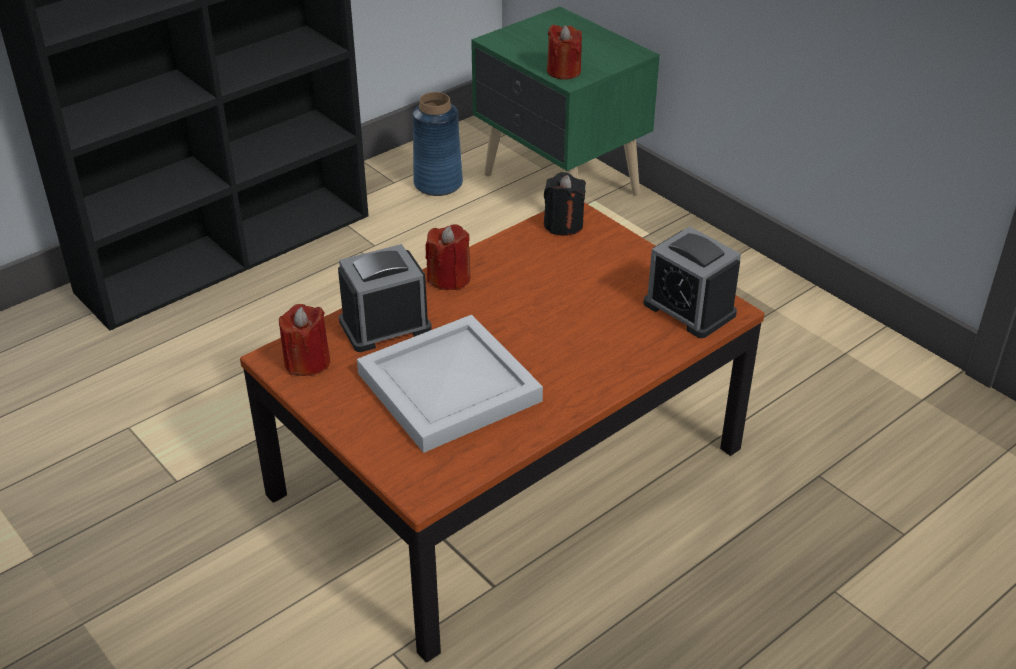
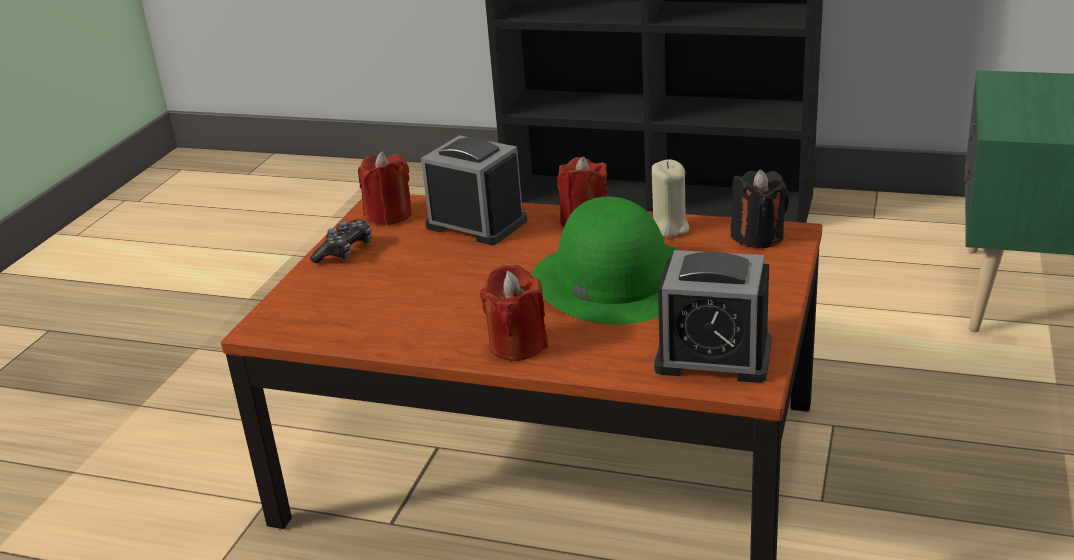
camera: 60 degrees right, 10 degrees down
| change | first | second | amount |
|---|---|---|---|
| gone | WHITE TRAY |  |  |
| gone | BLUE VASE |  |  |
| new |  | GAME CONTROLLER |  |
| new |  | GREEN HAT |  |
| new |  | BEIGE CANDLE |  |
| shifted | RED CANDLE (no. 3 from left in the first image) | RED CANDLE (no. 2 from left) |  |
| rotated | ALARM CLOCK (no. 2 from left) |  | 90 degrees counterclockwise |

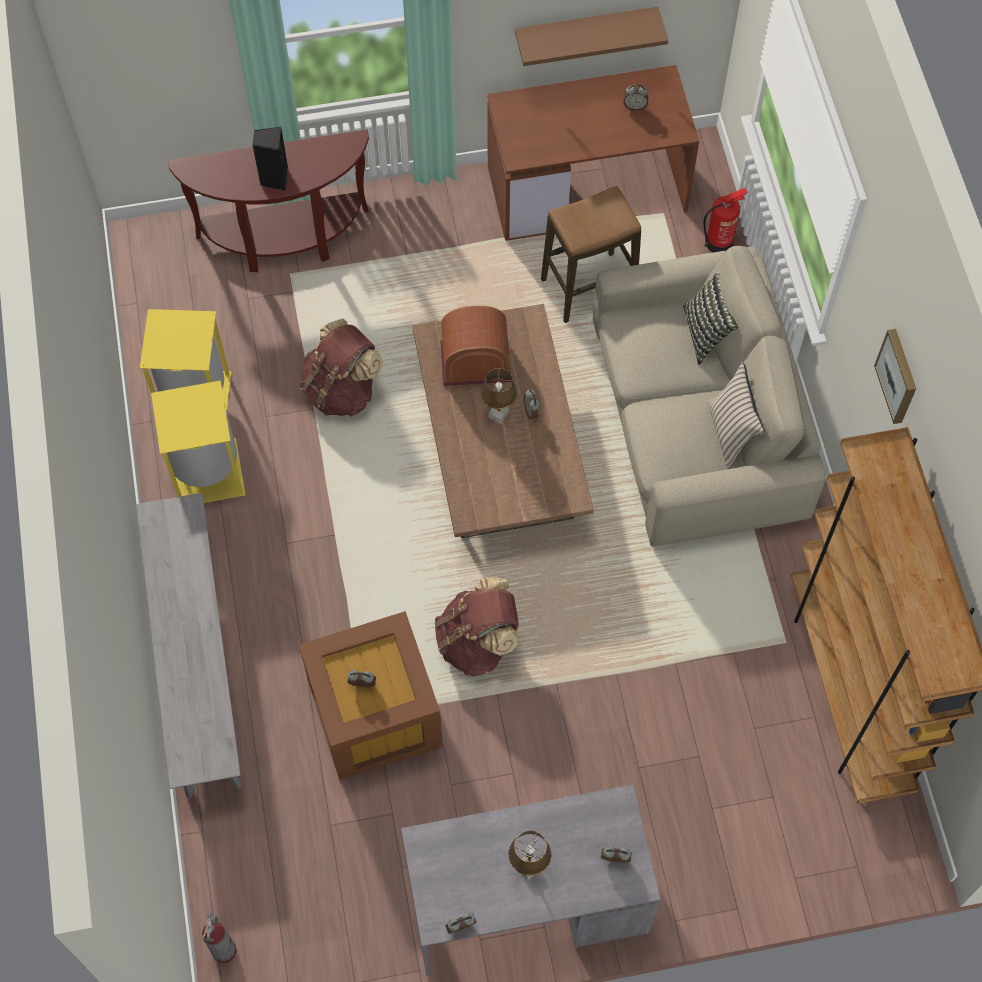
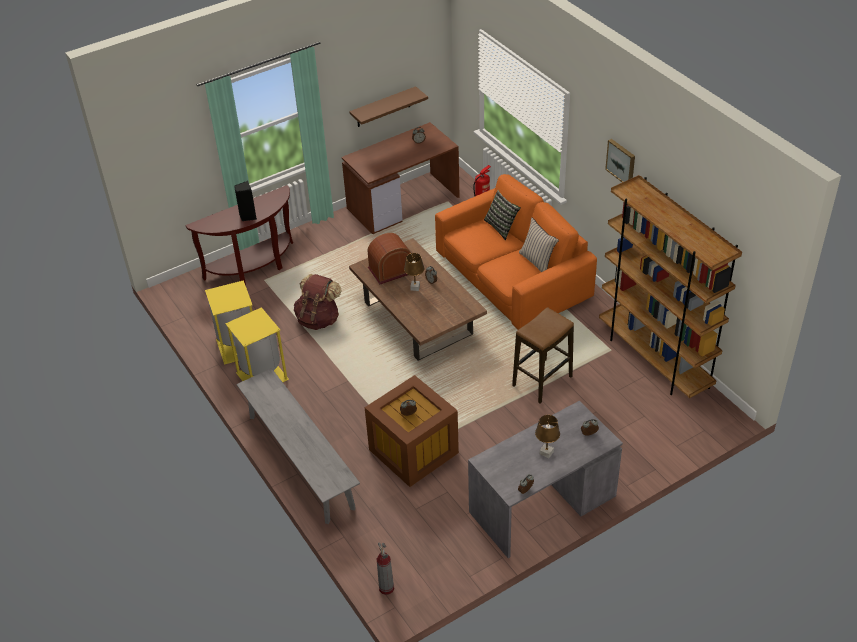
camera: 20 degrees left, 20 degrees down
| change | first | second | amount |
|---|---|---|---|
| gone | BROWN BACKPACK (no. 2 from left) |  |  |
| shifted | STOOL |  |  |
| repainted | BEIGE SOFA | ORANGE SOFA |  |

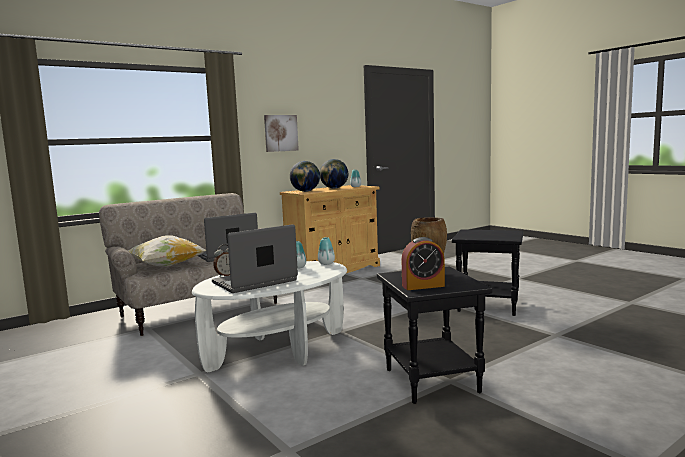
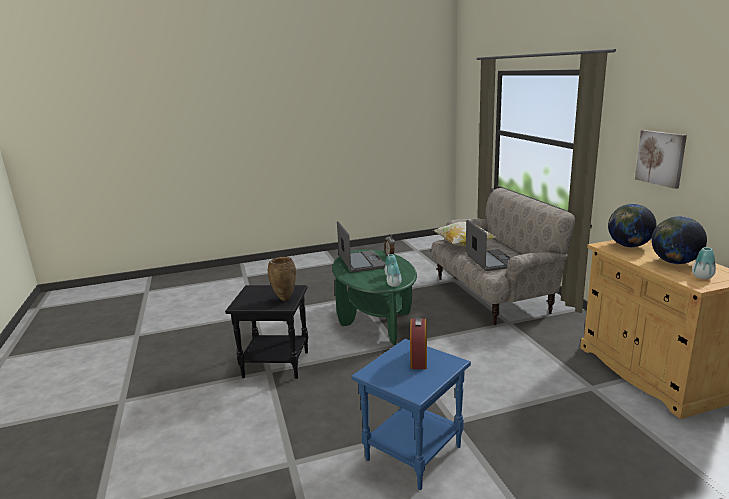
camera: 110 degrees right, 10 degrees up
| change | first | second | amount |
|---|---|---|---|
| shifted | ALARM CLOCK (no. 2 from left) |  |  |
| repainted | WHITE COFFEE TABLE | GREEN COFFEE TABLE |  |
| repainted | BLACK SIDE TABLE (no. 2 from left) | BLUE SIDE TABLE |  |

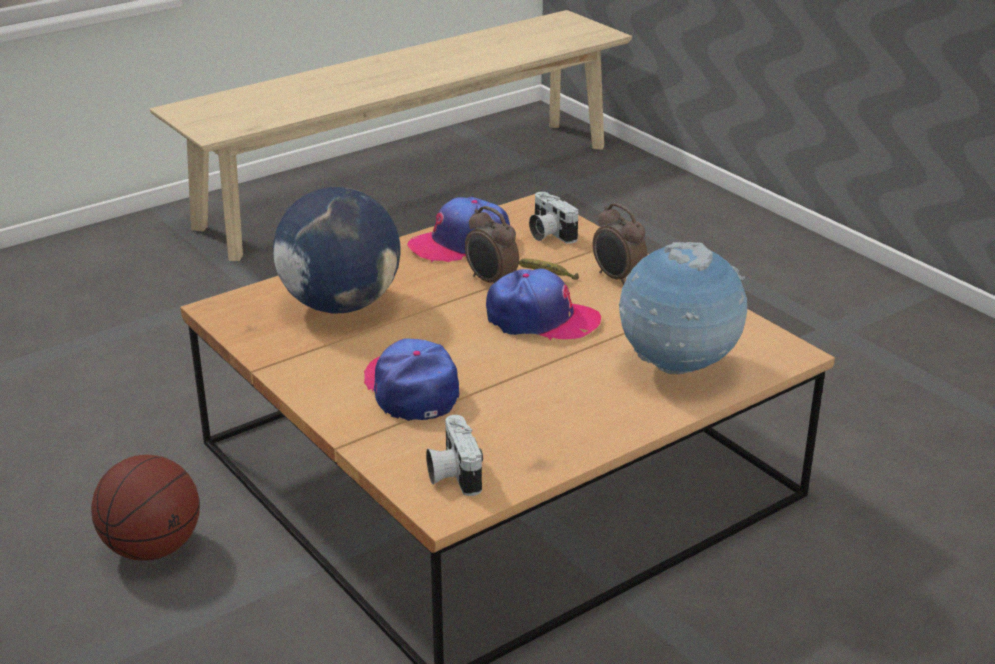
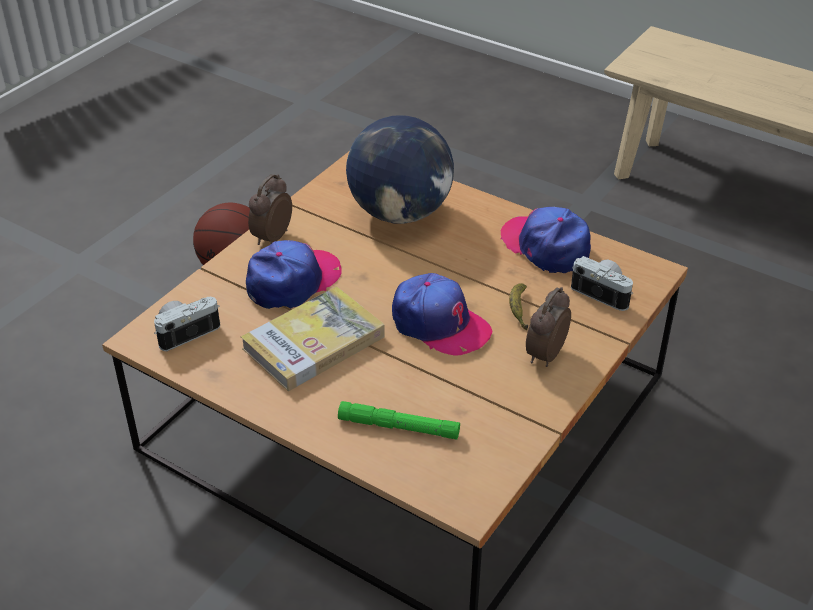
camera: 70 degrees right, 10 degrees up
| change | first | second | amount |
|---|---|---|---|
| new |  | BOOK |  |
| shifted | ALARM CLOCK (no. 1 from left) |  |  |
| swapped | GLOBE (no. 2 from left) | GREEN FLASHLIGHT |  |
| rotated | CAP (no. 3 from left in the first image) | CAP (no. 2 from left) | 45 degrees counterclockwise |
| rotated | PHOTO CAMERA (no. 2 from left) |  | 90 degrees clockwise |

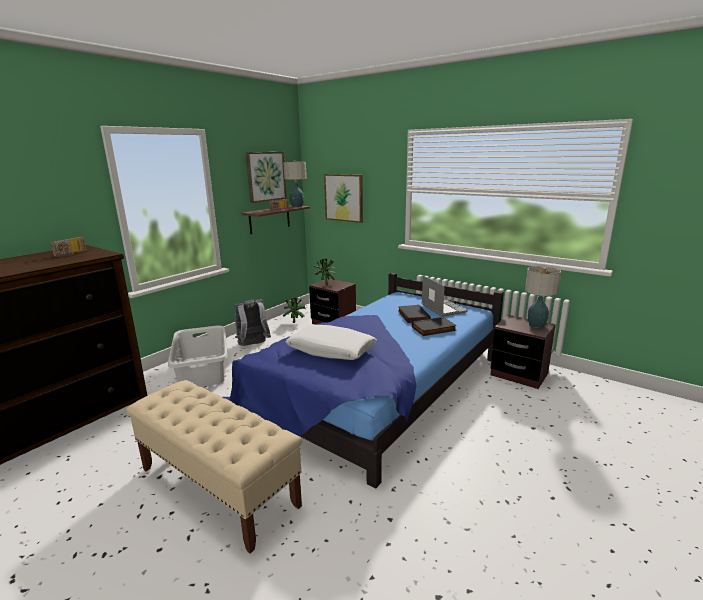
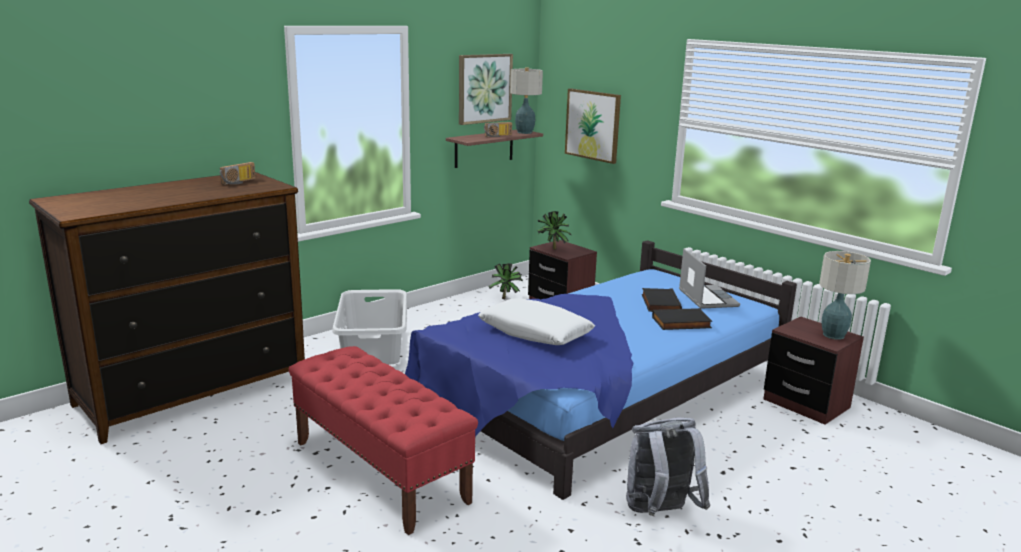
camera: 10 degrees right, 0 degrees up
| change | first | second | amount |
|---|---|---|---|
| shifted | GREY BACKPACK |  |  |
| repainted | BEIGE BENCH | RED BENCH |  |

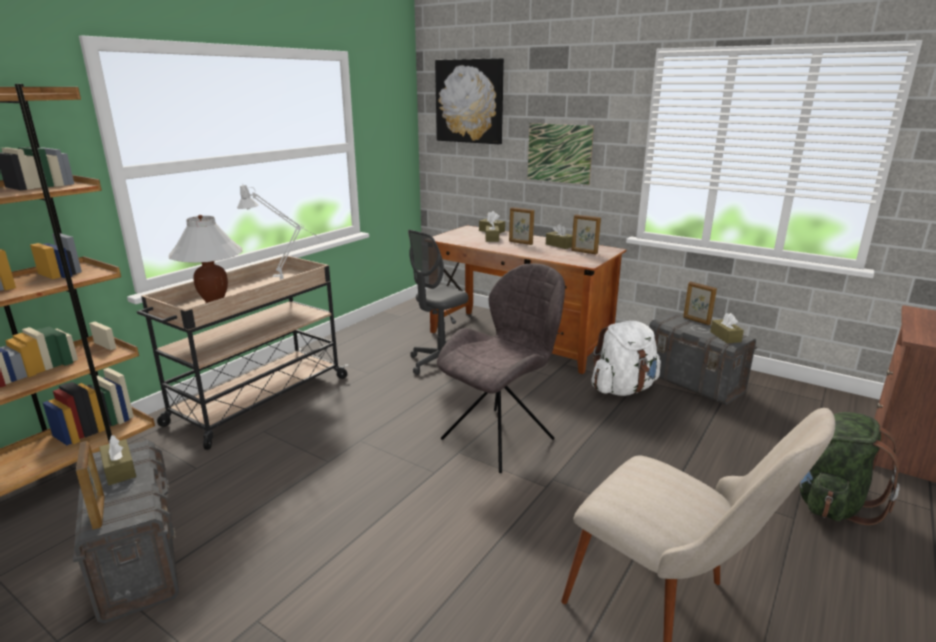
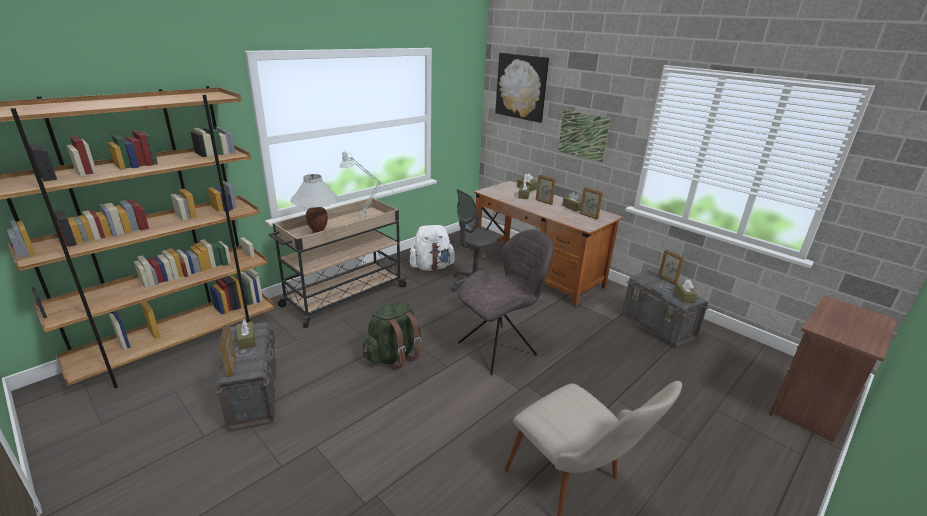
camera: 10 degrees right, 5 degrees up
| change | first | second | amount |
|---|---|---|---|
| shifted | WHITE BACKPACK |  |  |
| shifted | GREEN BACKPACK |  |  |

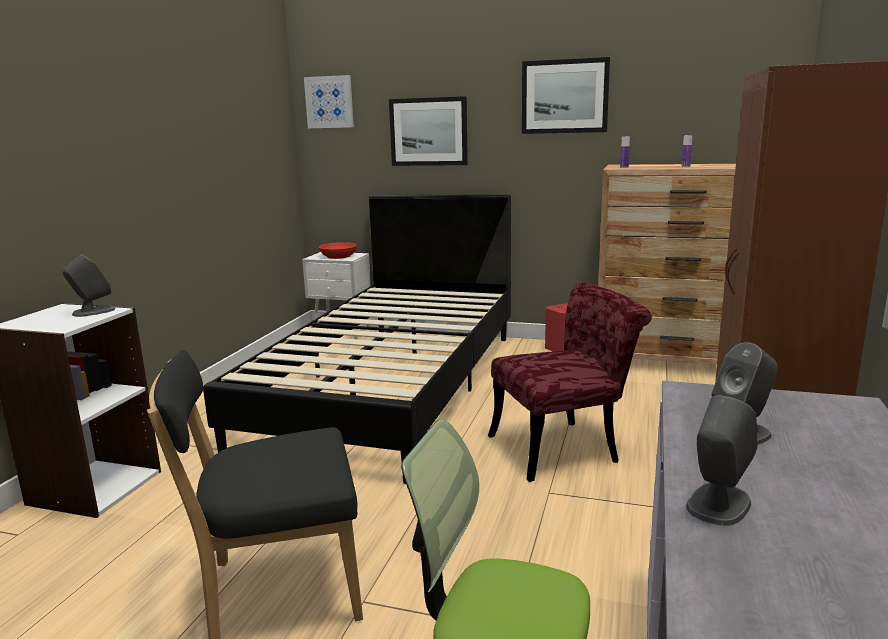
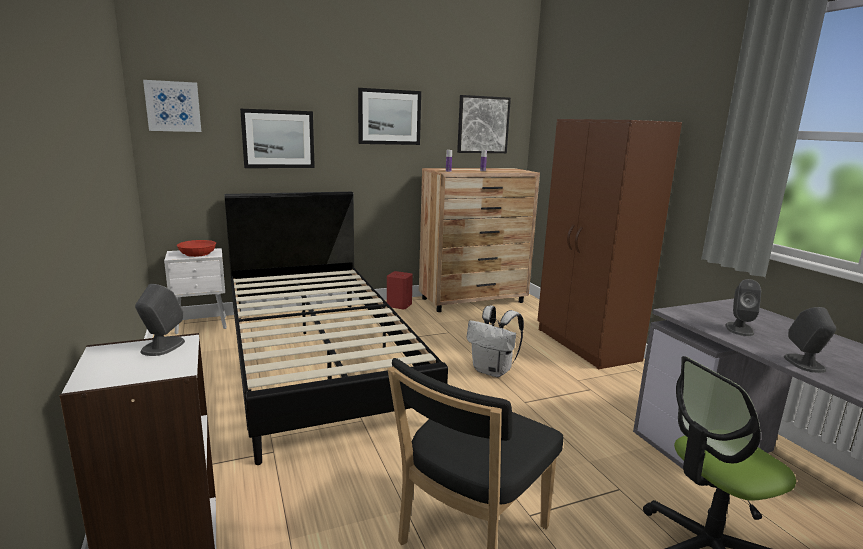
camera: 40 degrees left, 0 degrees up
| change | first | second | amount |
|---|---|---|---|
| new |  | PICTURE (no. 4 from left) |  |
| swapped | RED CHAIR | WHITE BACKPACK |  |

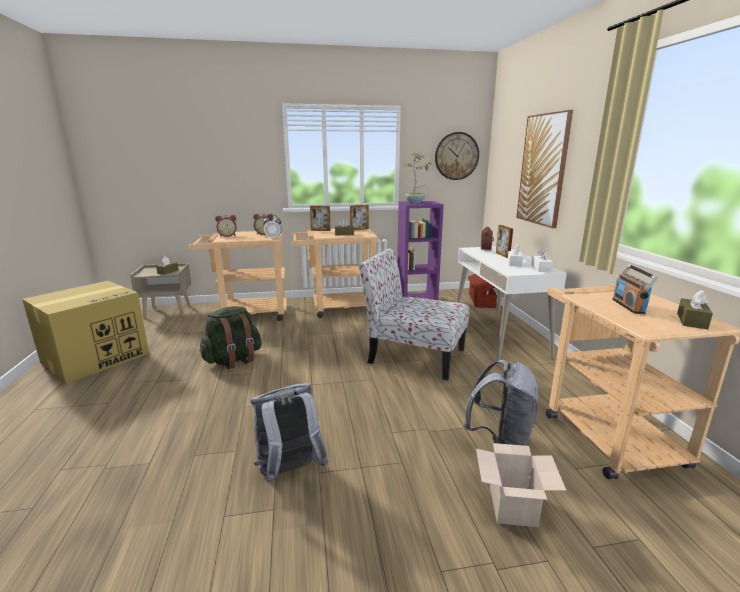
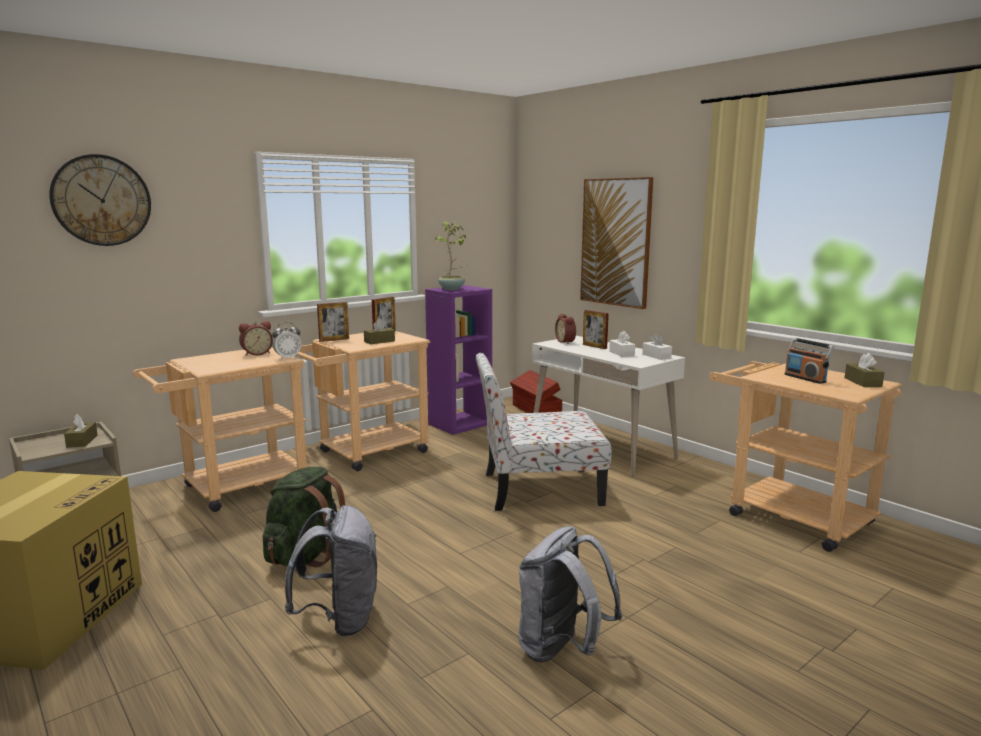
camera: 30 degrees left, 5 degrees down
| change | first | second | amount |
|---|---|---|---|
| gone | ALARM CLOCK (no. 1 from left) |  |  |
| gone | CARDBOARD BOX (no. 2 from left) |  |  |
| shifted | WALL CLOCK |  |  |
| shifted | GREY BACKPACK (no. 2 from left in the first image) | GREY BACKPACK (no. 1 from left) |  |

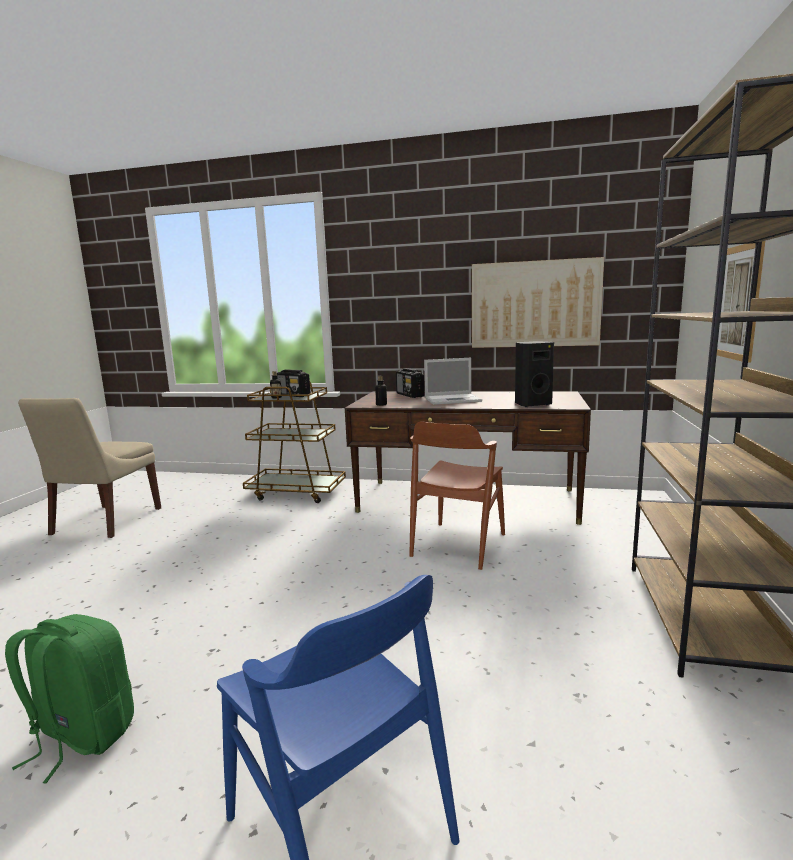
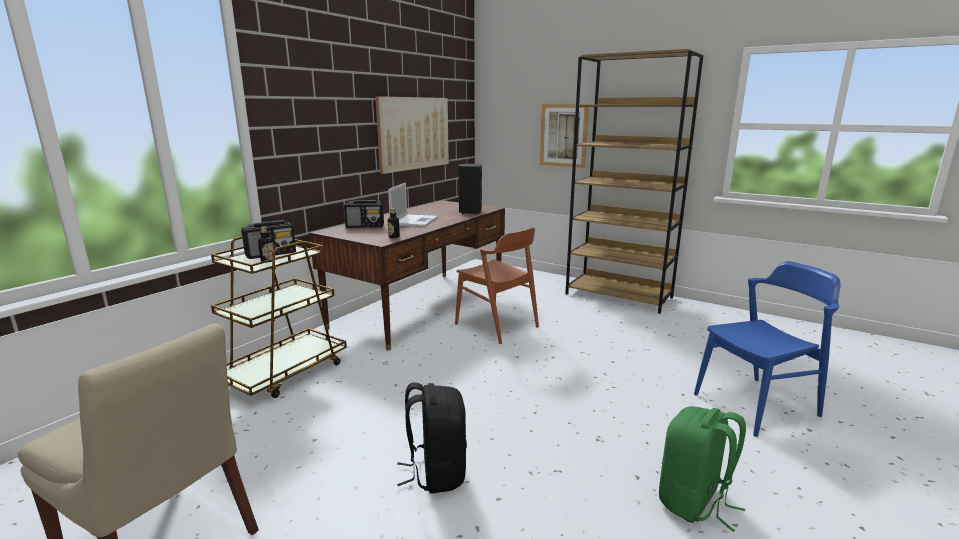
camera: 70 degrees left, 5 degrees up
| change | first | second | amount |
|---|---|---|---|
| new |  | BLACK BACKPACK |  |

